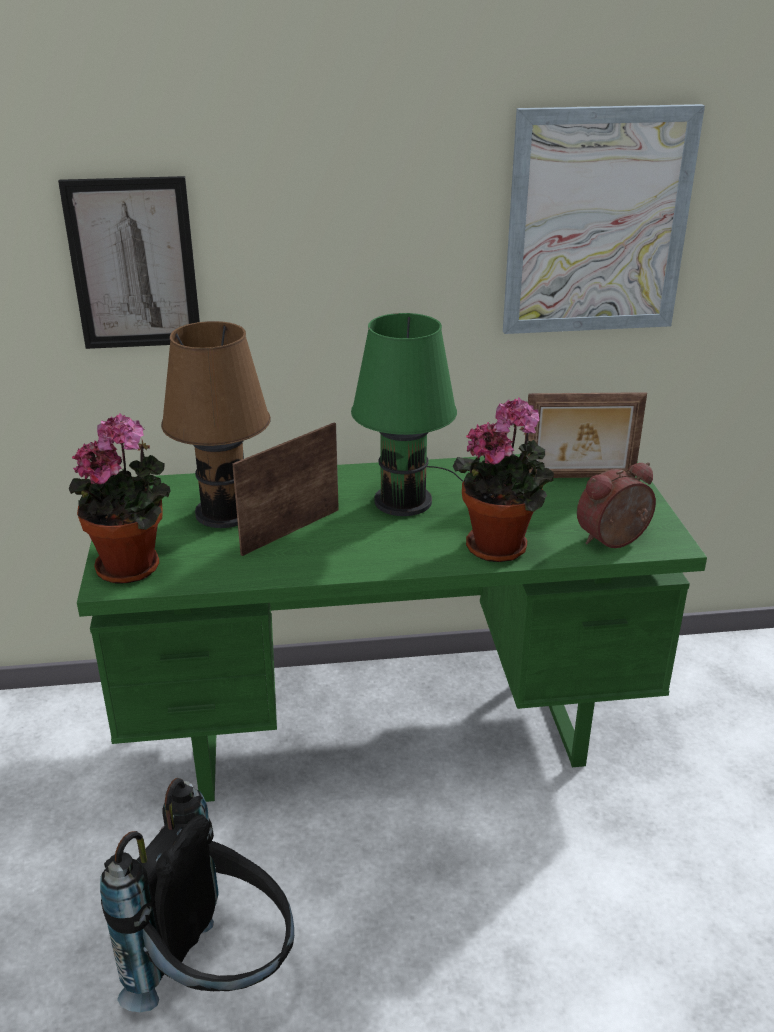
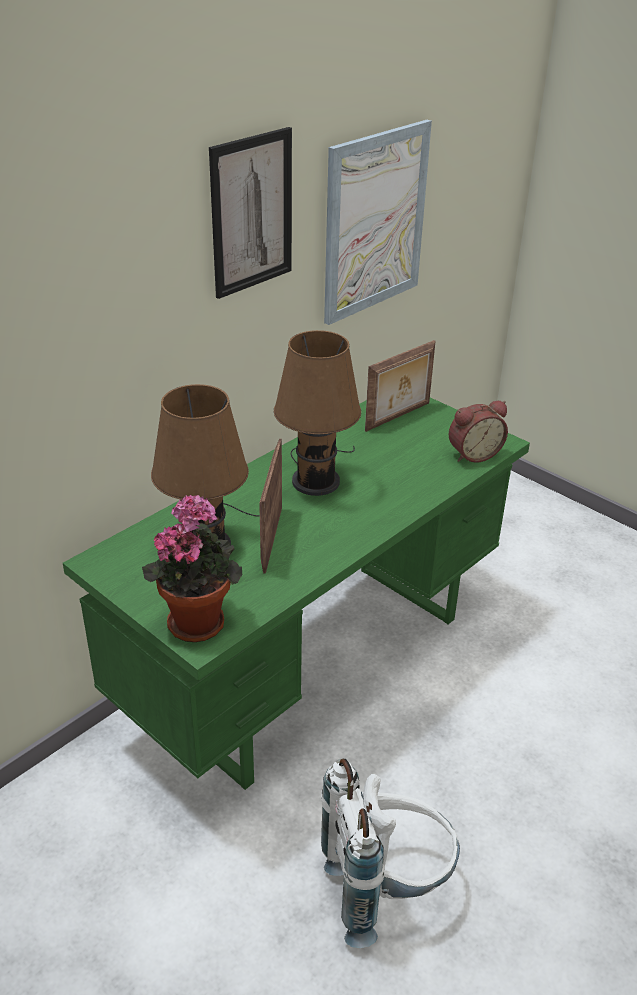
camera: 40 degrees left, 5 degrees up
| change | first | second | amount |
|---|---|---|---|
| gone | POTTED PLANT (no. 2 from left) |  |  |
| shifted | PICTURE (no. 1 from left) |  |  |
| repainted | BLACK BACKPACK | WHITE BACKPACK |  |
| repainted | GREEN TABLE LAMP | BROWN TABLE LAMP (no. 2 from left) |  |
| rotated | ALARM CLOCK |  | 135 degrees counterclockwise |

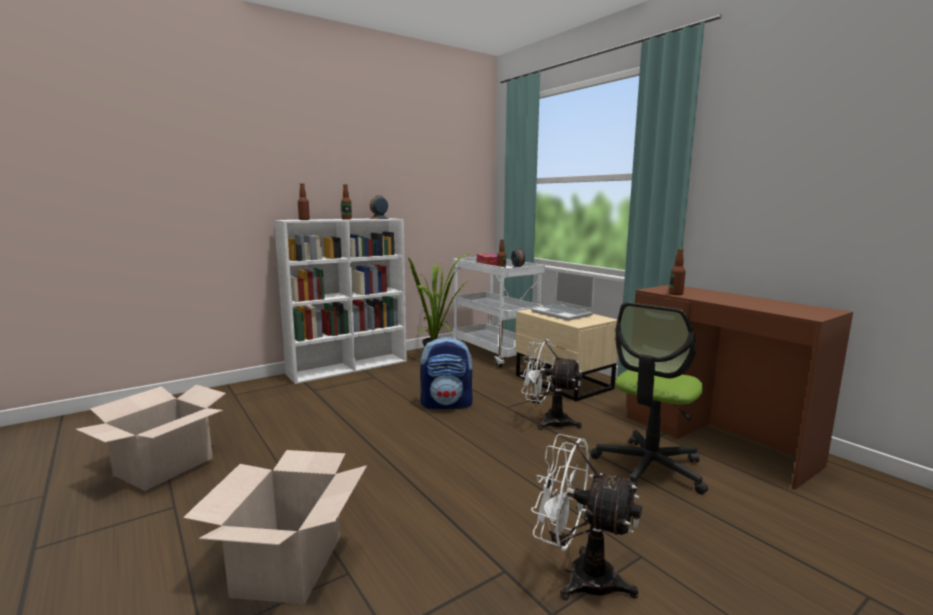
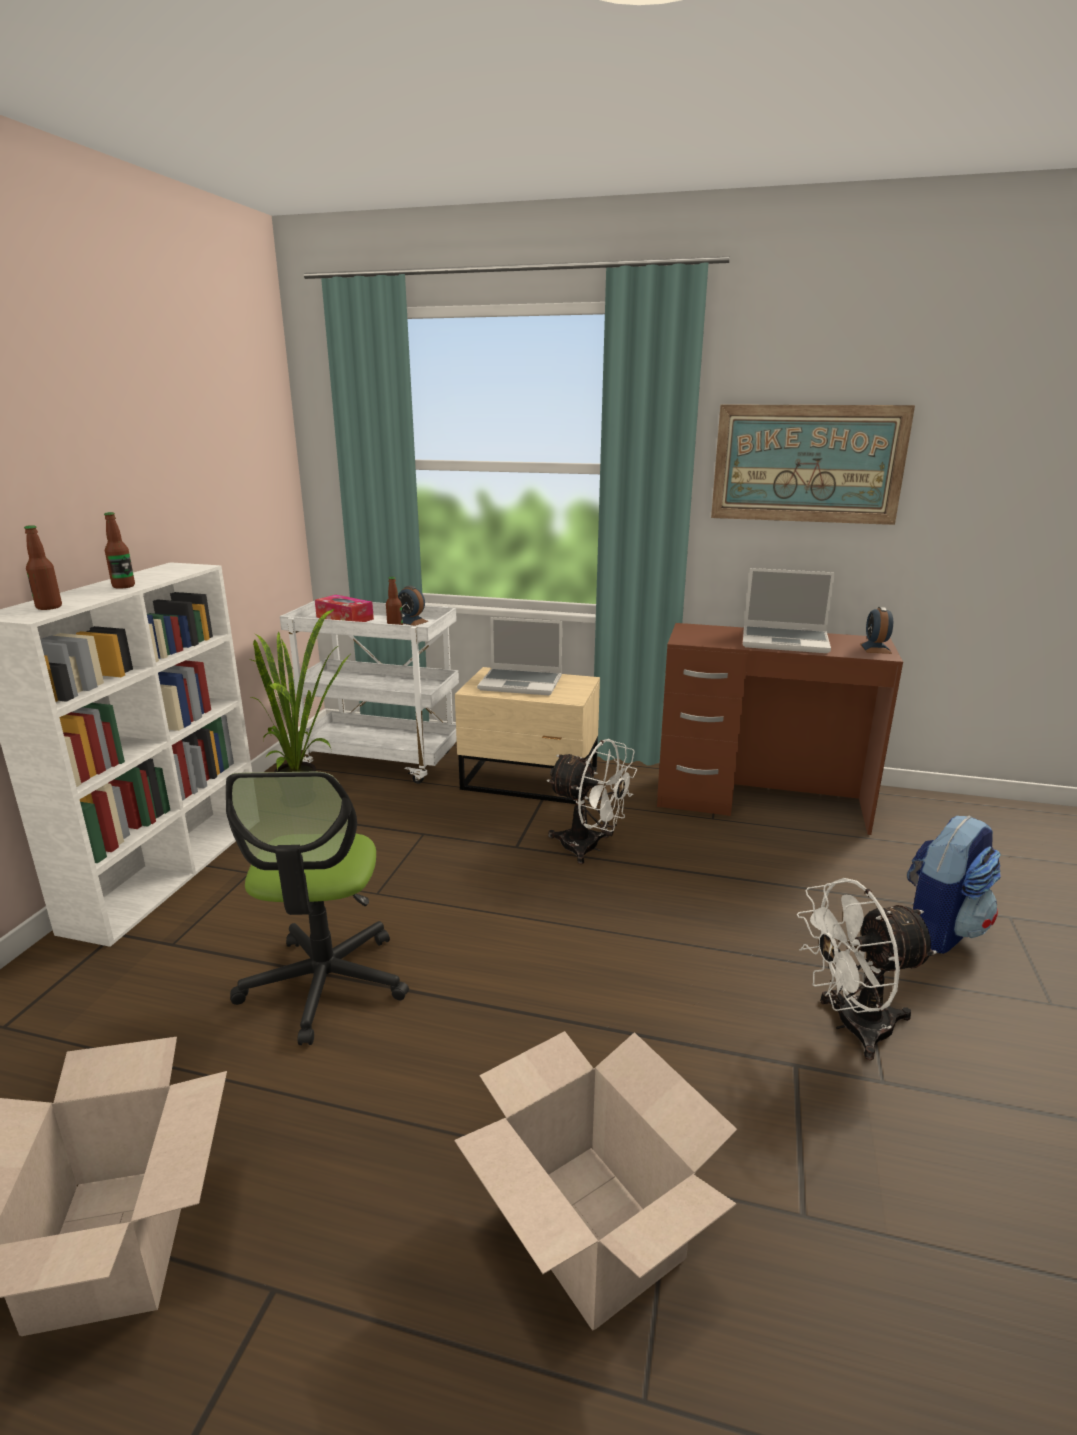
camera: 40 degrees left, 10 degrees up
| change | first | second | amount |
|---|---|---|---|
| gone | BOTTLE (no. 4 from left) |  |  |
| new |  | PICTURE |  |
| new |  | LAPTOP (no. 2 from left) |  |
| shifted | ALARM CLOCK (no. 1 from left in the first image) | ALARM CLOCK (no. 2 from left) |  |
| shifted | BACKPACK |  |  |
| shifted | OFFICE CHAIR |  |  |
| rotated | WHITE FAN (no. 1 from left) |  | 135 degrees counterclockwise |

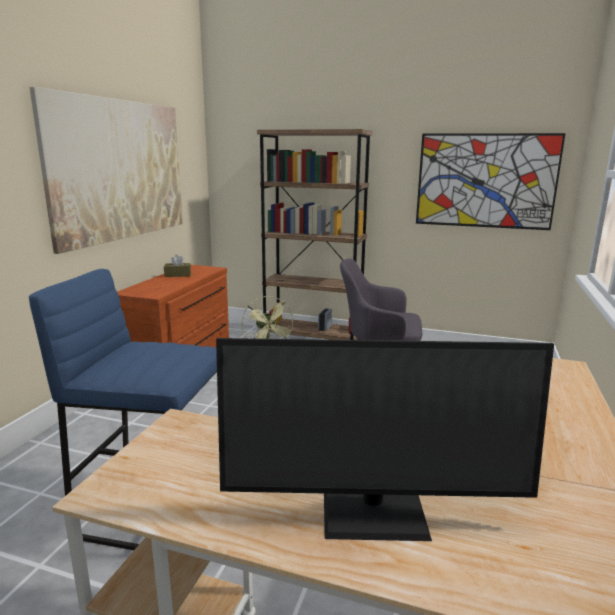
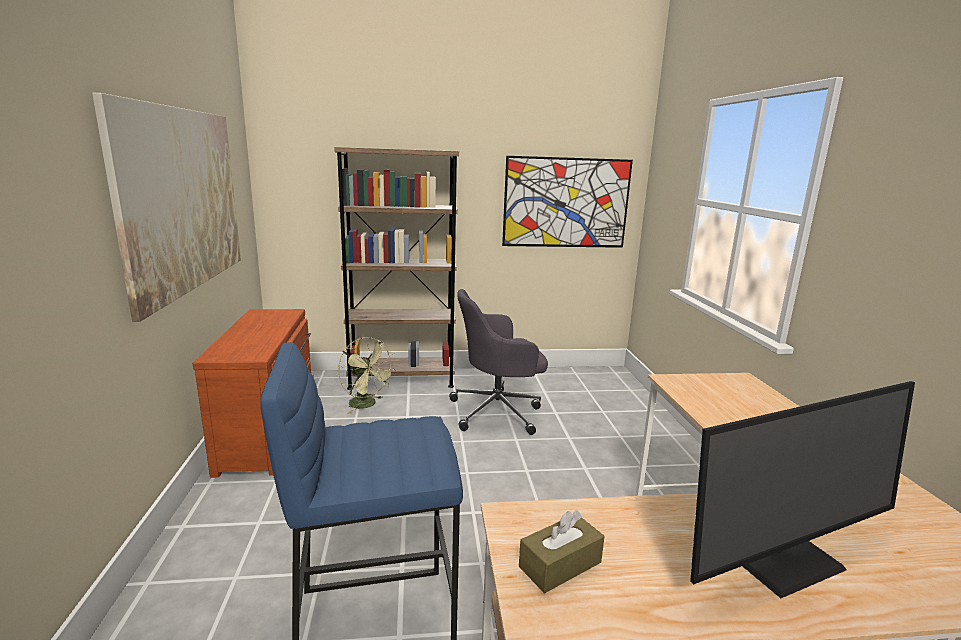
camera: 25 degrees left, 0 degrees up
| change | first | second | amount |
|---|---|---|---|
| shifted | BROWN TISSUE BOX |  |  |

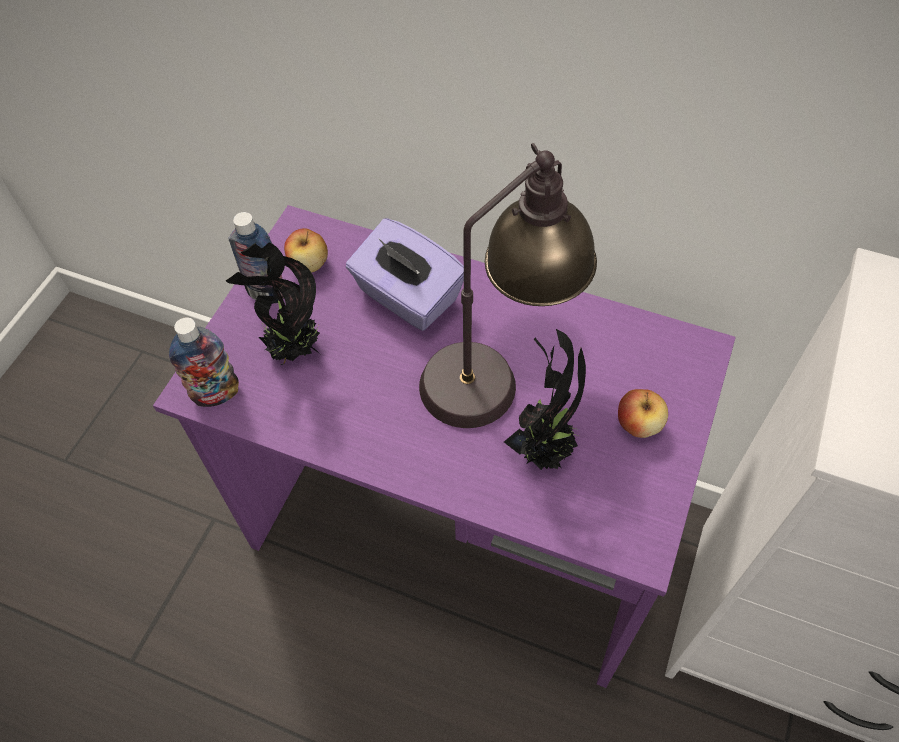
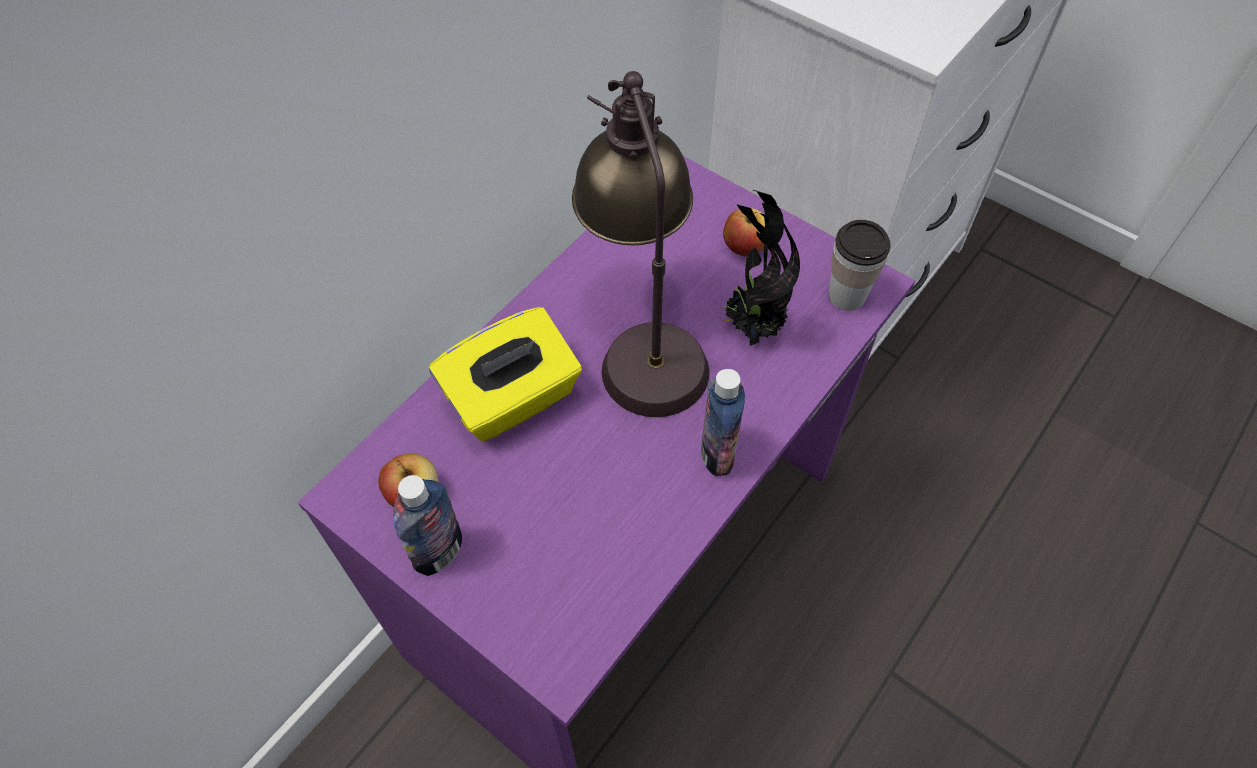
camera: 75 degrees left, 0 degrees up
| change | first | second | amount |
|---|---|---|---|
| gone | POTTED PLANT (no. 1 from left) |  |  |
| new |  | CUP |  |
| shifted | BOTTLE (no. 1 from left in the first image) | BOTTLE (no. 2 from left) |  |
| repainted | PURPLE TISSUE BOX | YELLOW TISSUE BOX |  |

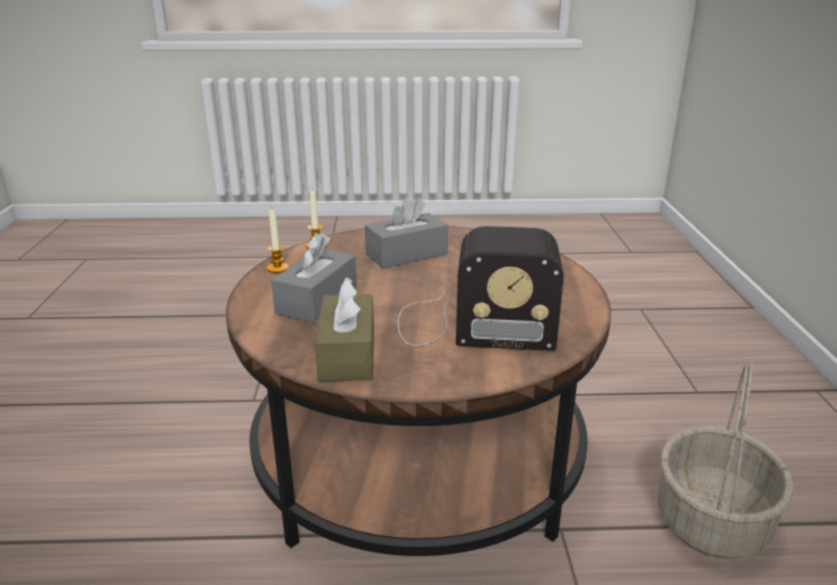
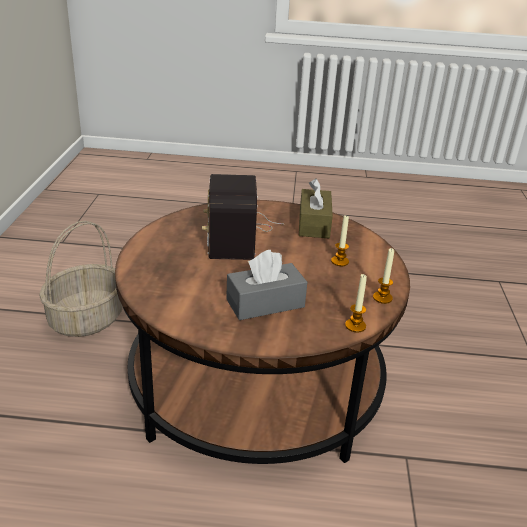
camera: 175 degrees left, 5 degrees up
| change | first | second | amount |
|---|---|---|---|
| swapped | GREY TISSUE BOX (no. 1 from left) | CANDLE (no. 1 from left) |  |
| rotated | RADIO |  | 105 degrees counterclockwise |

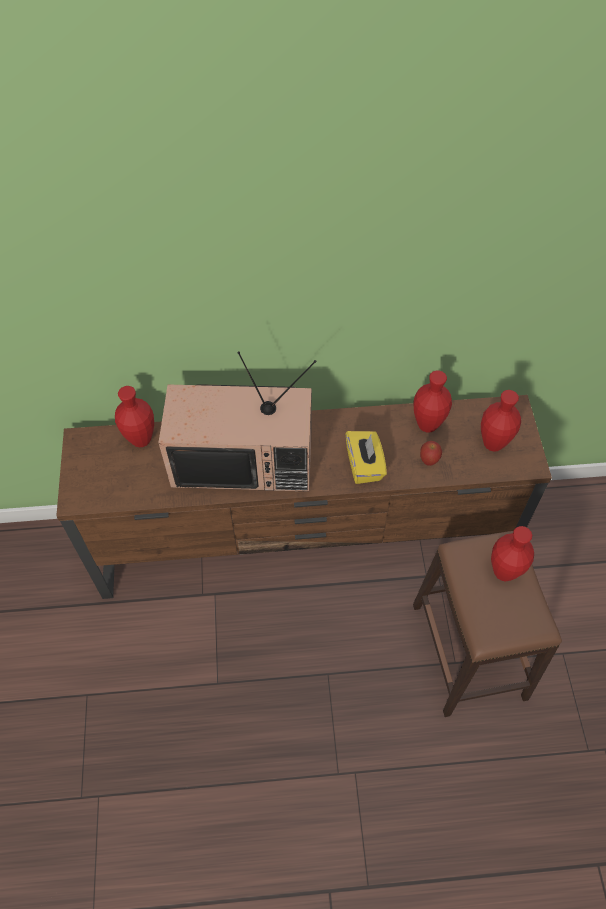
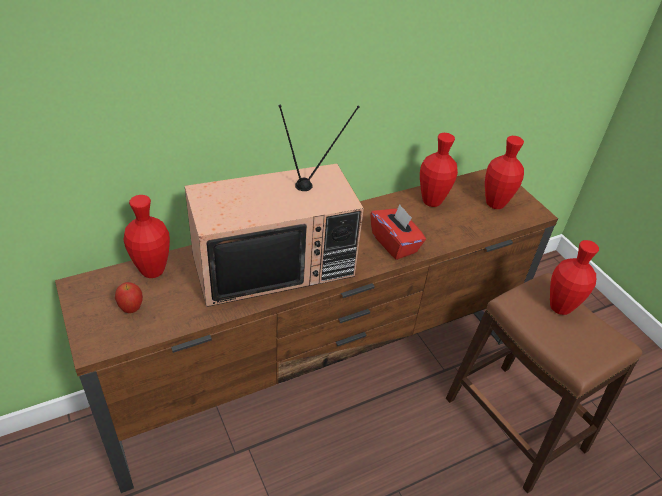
camera: 25 degrees left, 15 degrees down
| change | first | second | amount |
|---|---|---|---|
| shifted | APPLE |  |  |
| repainted | YELLOW TISSUE BOX | RED TISSUE BOX |  |

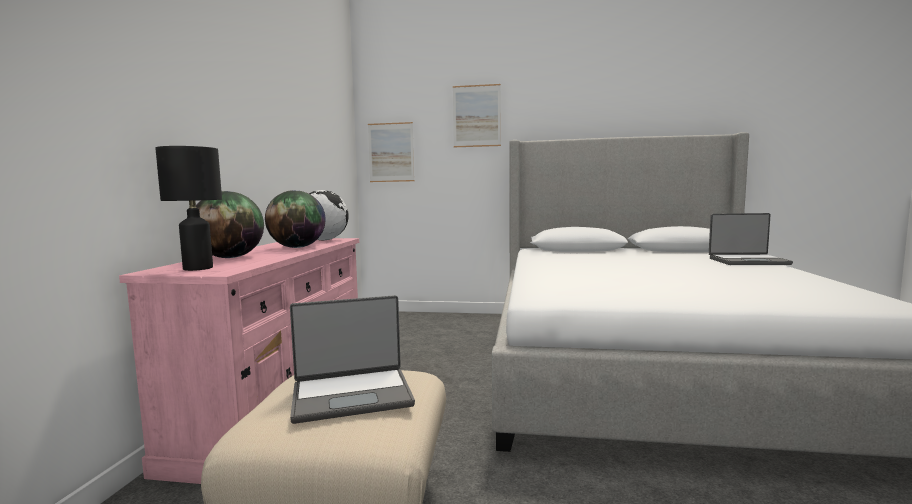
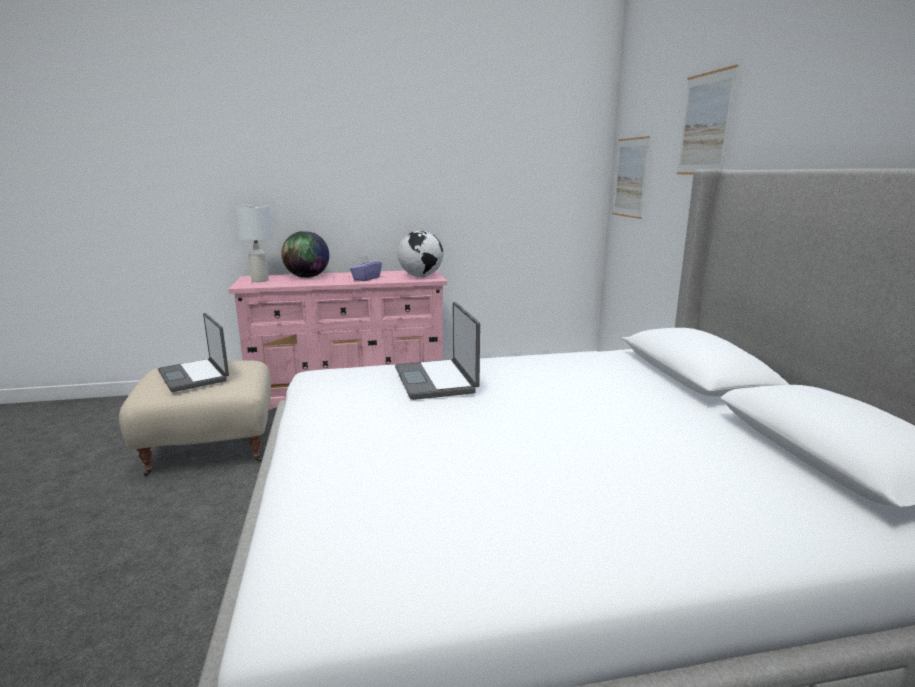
camera: 70 degrees right, 10 degrees up
| change | first | second | amount |
|---|---|---|---|
| shifted | LAPTOP (no. 2 from left) |  |  |
| swapped | GLOBE (no. 2 from left) | PURPLE TISSUE BOX |  |
| repainted | BLACK TABLE LAMP | WHITE TABLE LAMP |  |

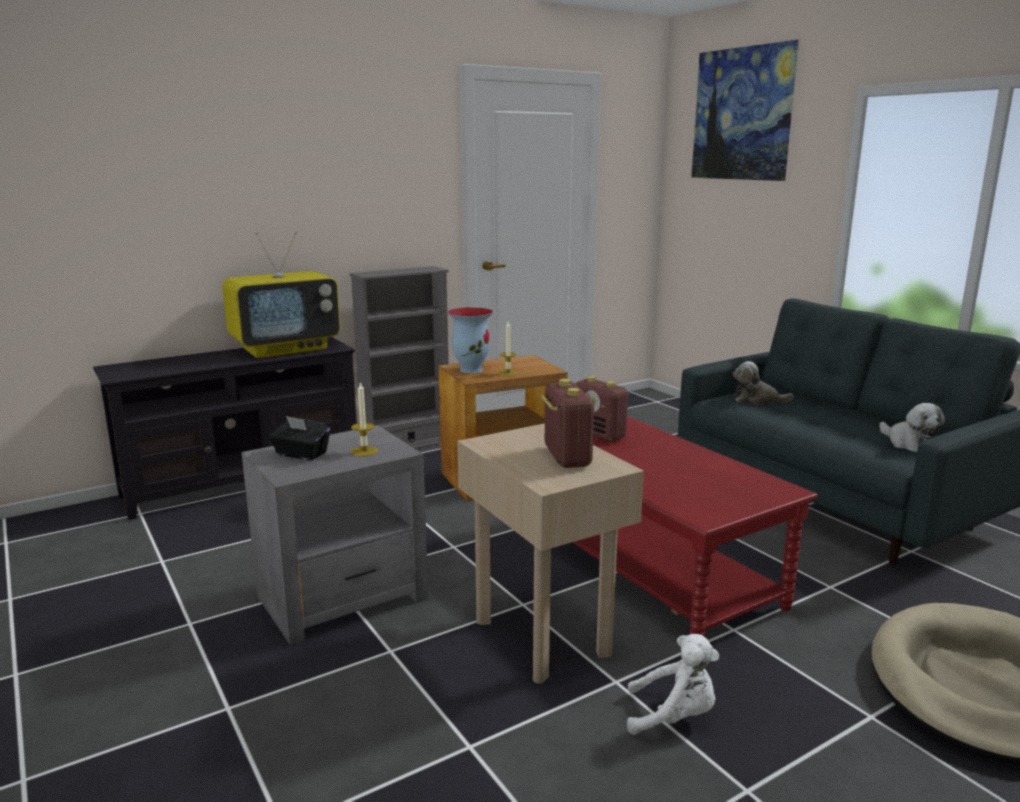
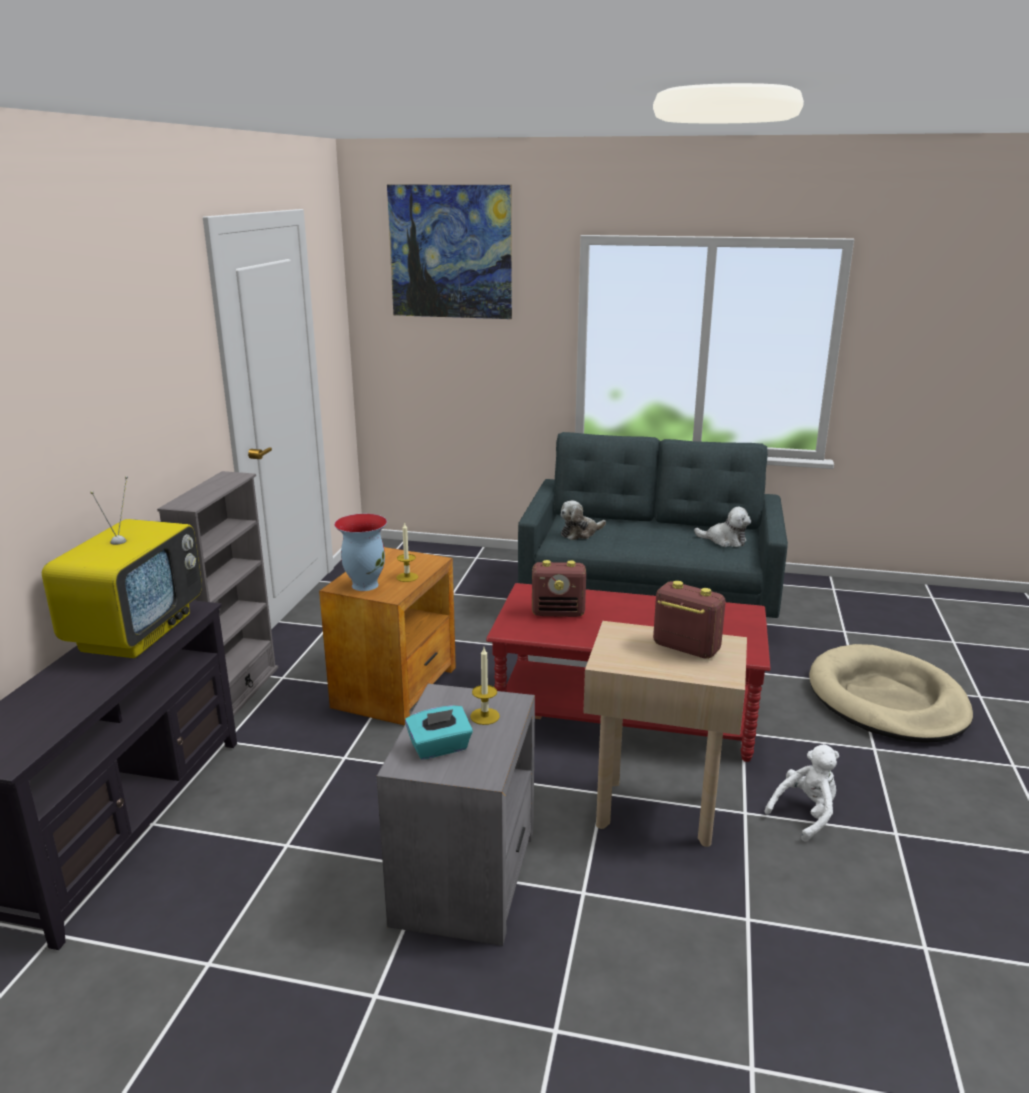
camera: 45 degrees left, 5 degrees up
| change | first | second | amount |
|---|---|---|---|
| repainted | BLACK TISSUE BOX | TURQUOISE TISSUE BOX |  |

